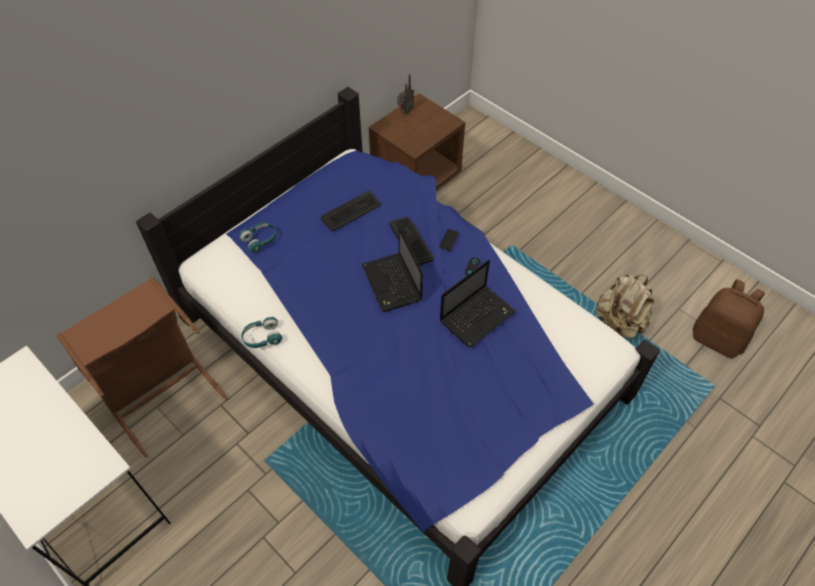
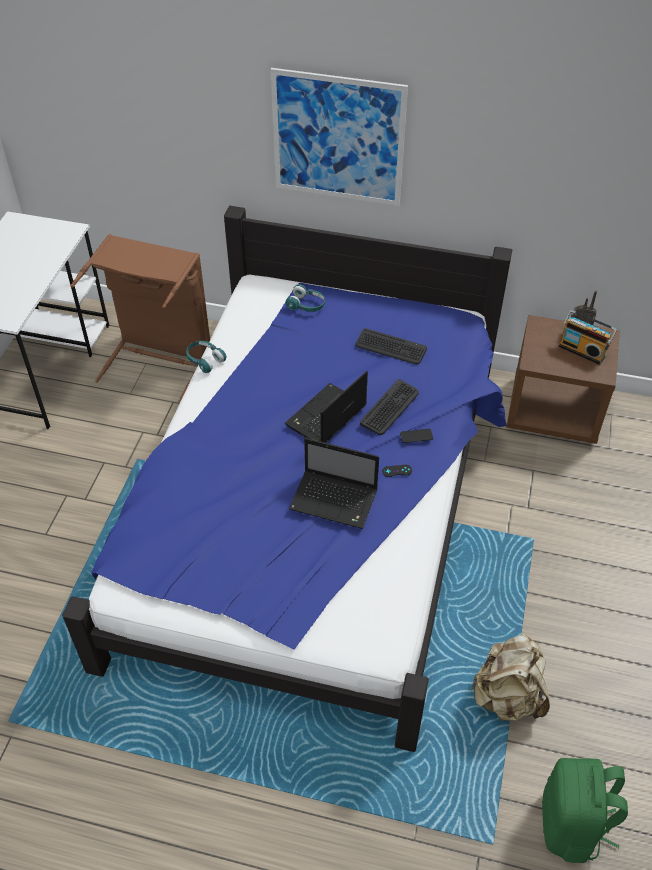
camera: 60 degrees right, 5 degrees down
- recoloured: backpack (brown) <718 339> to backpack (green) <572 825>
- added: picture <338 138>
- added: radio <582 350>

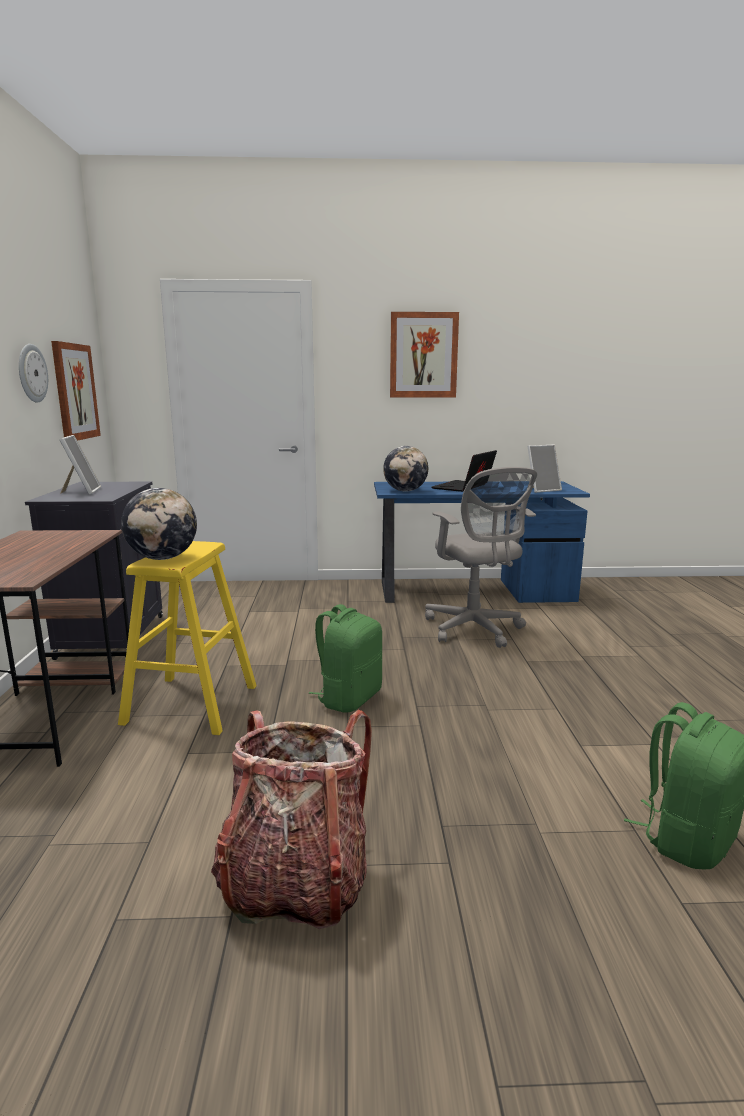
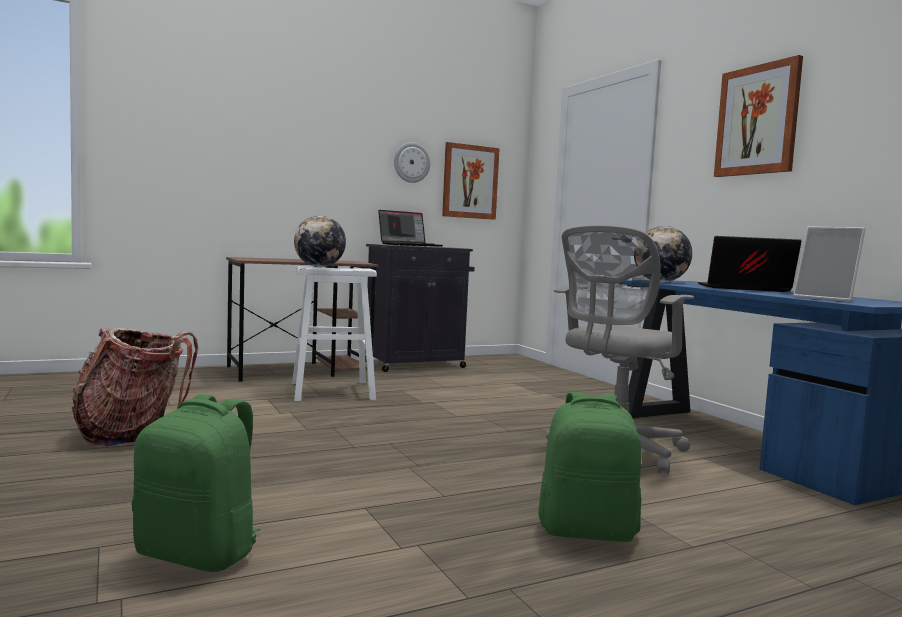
camera: 65 degrees right, 10 degrees down
- replaced: picture frame <81 491> to laptop <410 245>
- recoloured: stool (yellow) <191 704> to stool (white) <332 391>
- moved: backpack (green) <349 698> to <588 531>

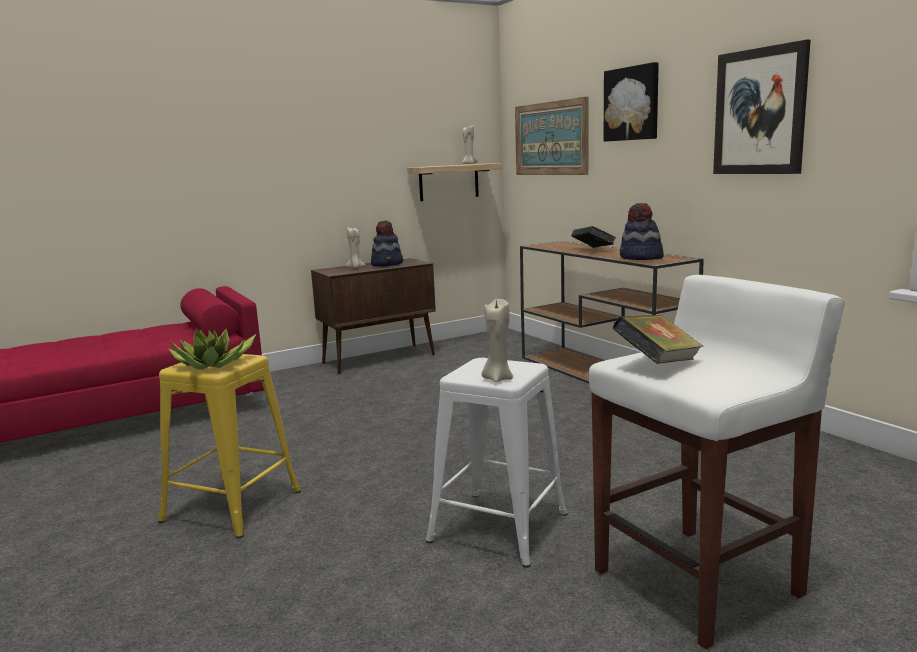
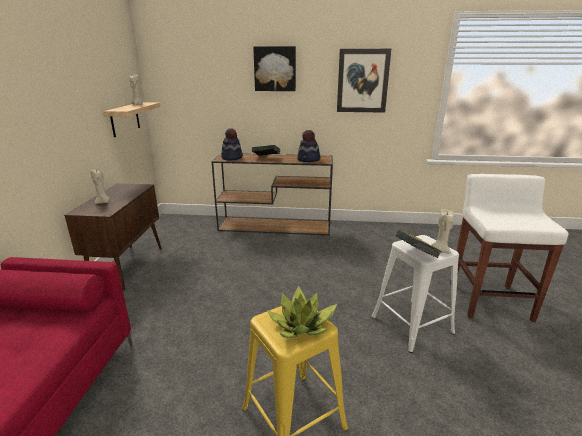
camera: 55 degrees left, 10 degrees up
- moved: hat <387 264> to <232 158>
- removed: picture <550 138>
- moved: book <657 364> to <415 255>

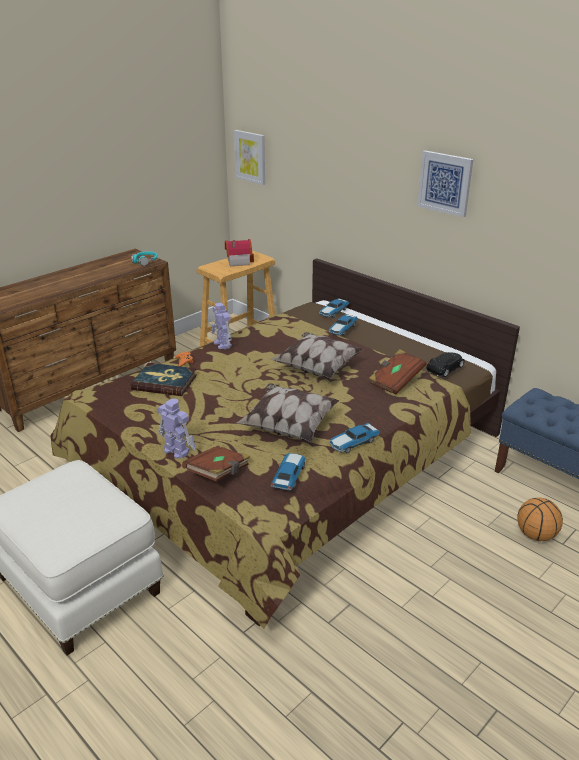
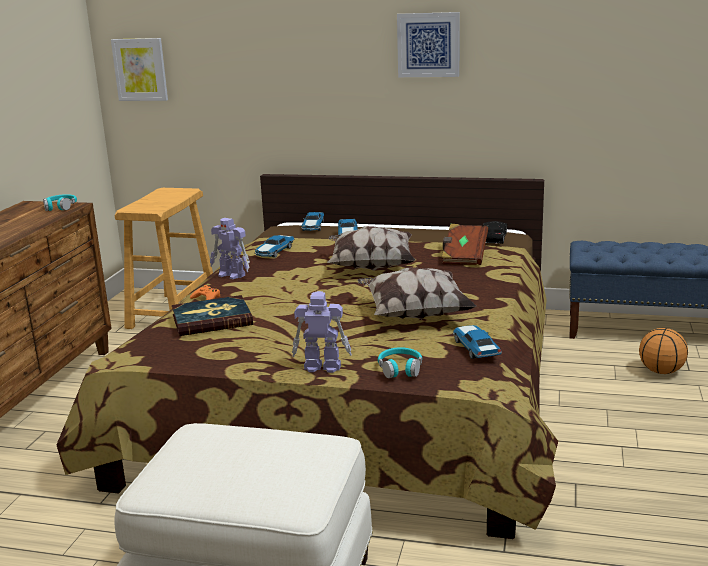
camera: 30 degrees left, 10 degrees down
- replaced: book (brown) <219 473> to headphones (turquoise) <400 369>
- removed: toy house <237 261>
- moved: toy car <353 443> to <274 252>

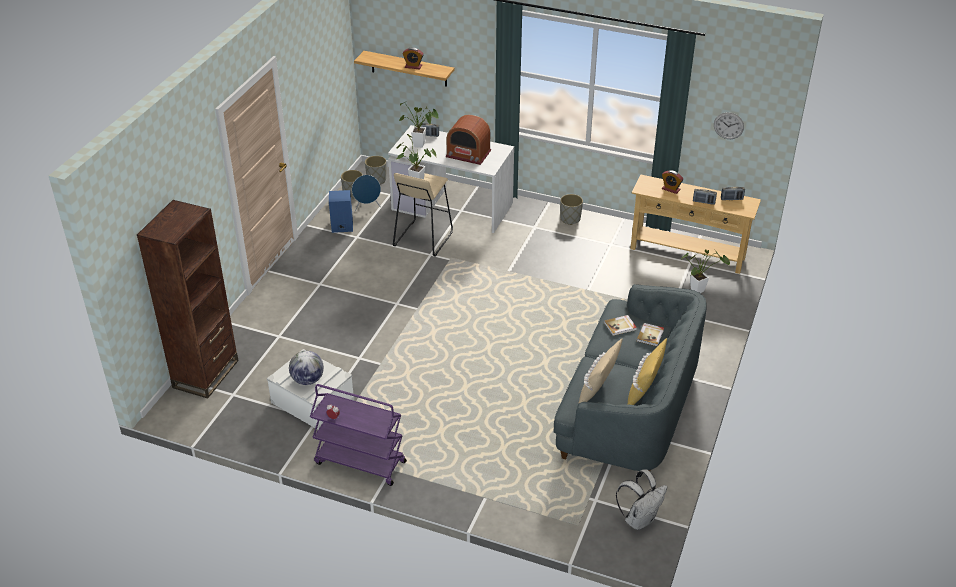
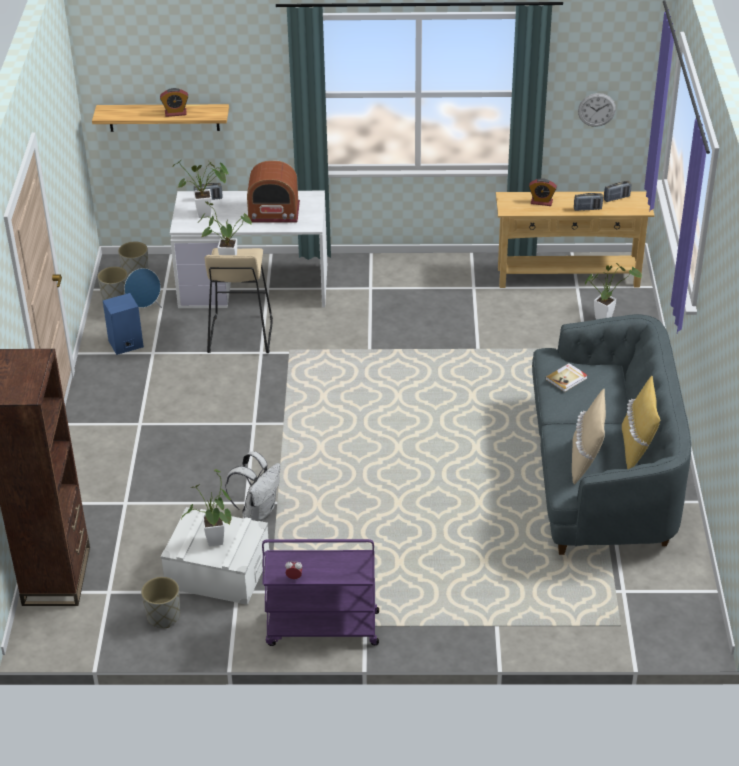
camera: 20 degrees left, 0 degrees up
- replaced: globe <307 380> to potted plant <215 544>
- moved: planter (grey) <570 219> to <163 616>
- moved: backpack (white) <639 519> to <258 511>
- removed: book <650 335>

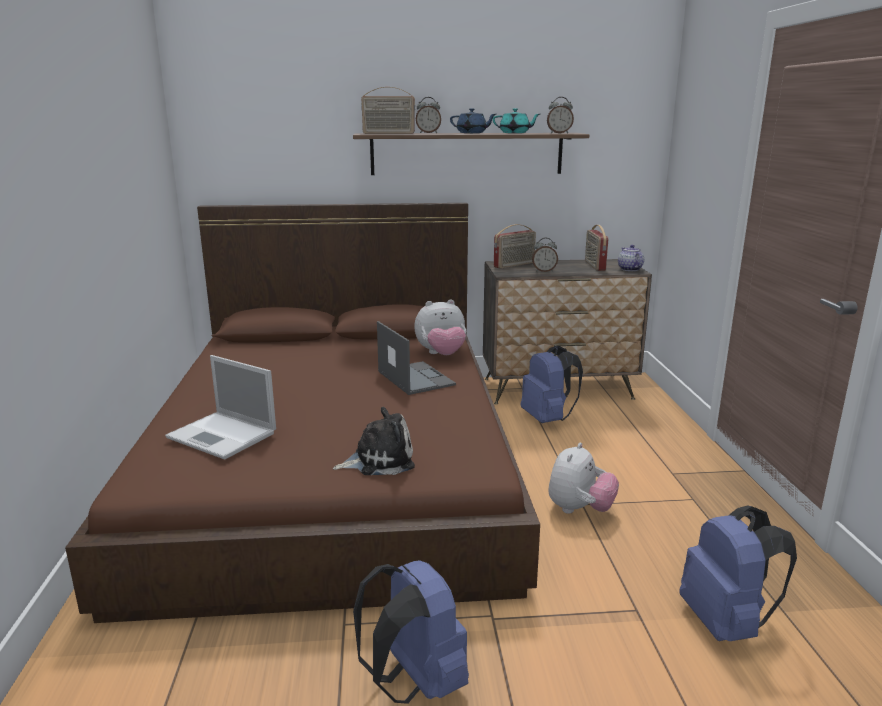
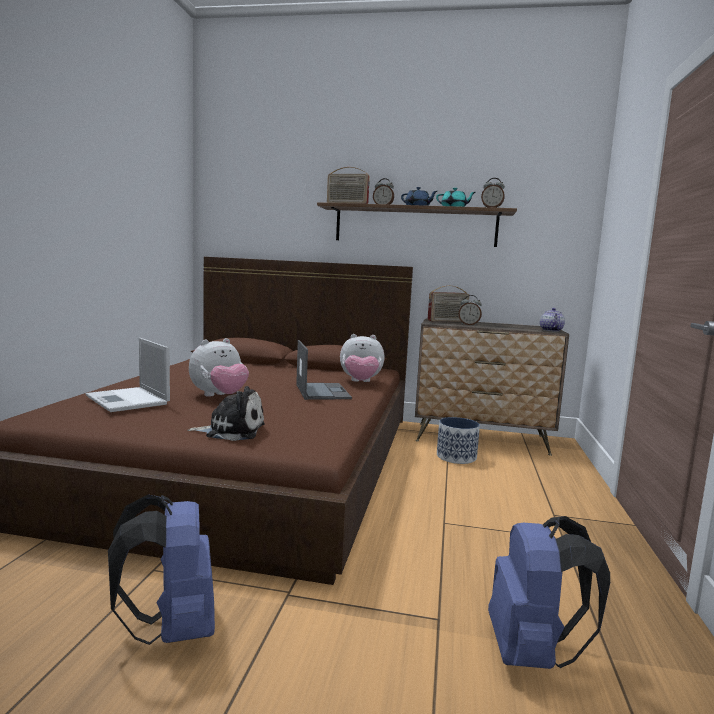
camera: 15 degrees right, 10 degrees down
- replaced: backpack (blue) <548 419> to planter <456 457>
- moved: plush toy <579 510> to <219 396>
- removed: radio <594 266>

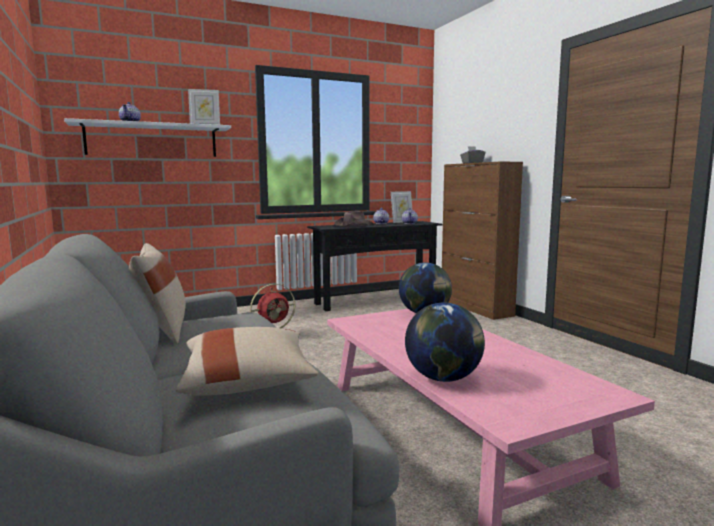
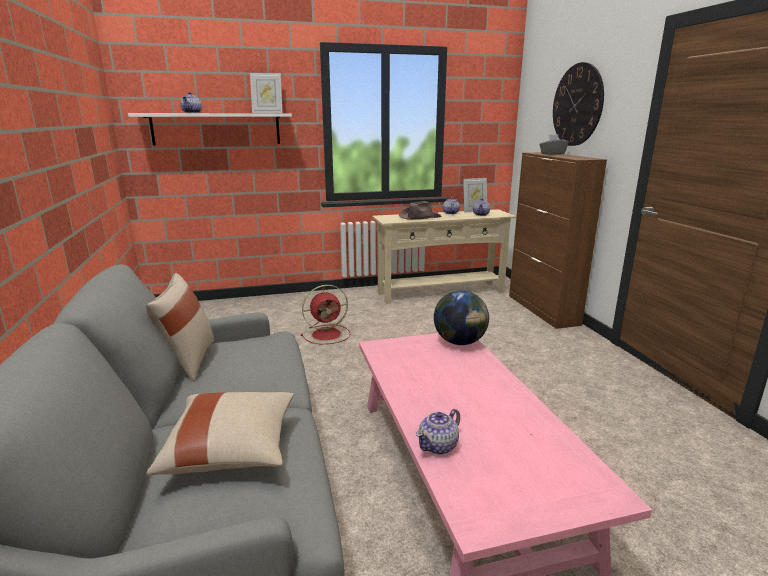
camera: 10 degrees right, 10 degrees up
- recoloured: console table (black) <376 300> to console table (beige) <440 292>
- replaced: globe <443 378> to teapot <438 446>
- added: wall clock <577 105>

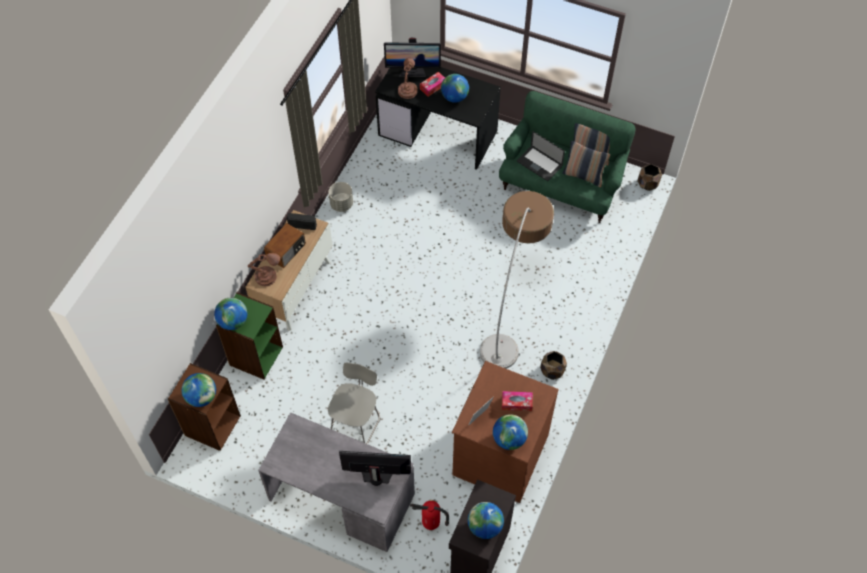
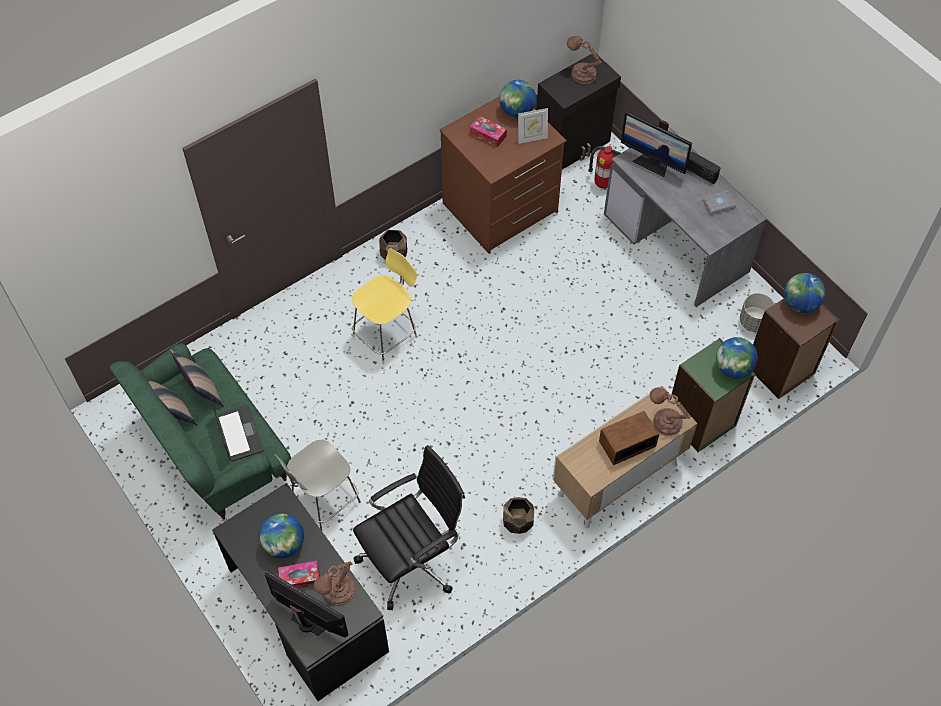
camera: 150 degrees left, 0 degrees up
- moved: radio <302 225> to <701 173>
- moved: stool (grey) <356 427> to <323 501>
- moved: planter (grey) <341 204> to <754 322>
- replaced: globe <484 526> to table lamp (brown) <581 74>
- replaced: floor lamp <511 308> to stool (yellow) <386 335>
- moved: planter (brown) <648 184> to <518 521>
- added: office chair (black) <412 560>
- added: book (grey) <719 203>

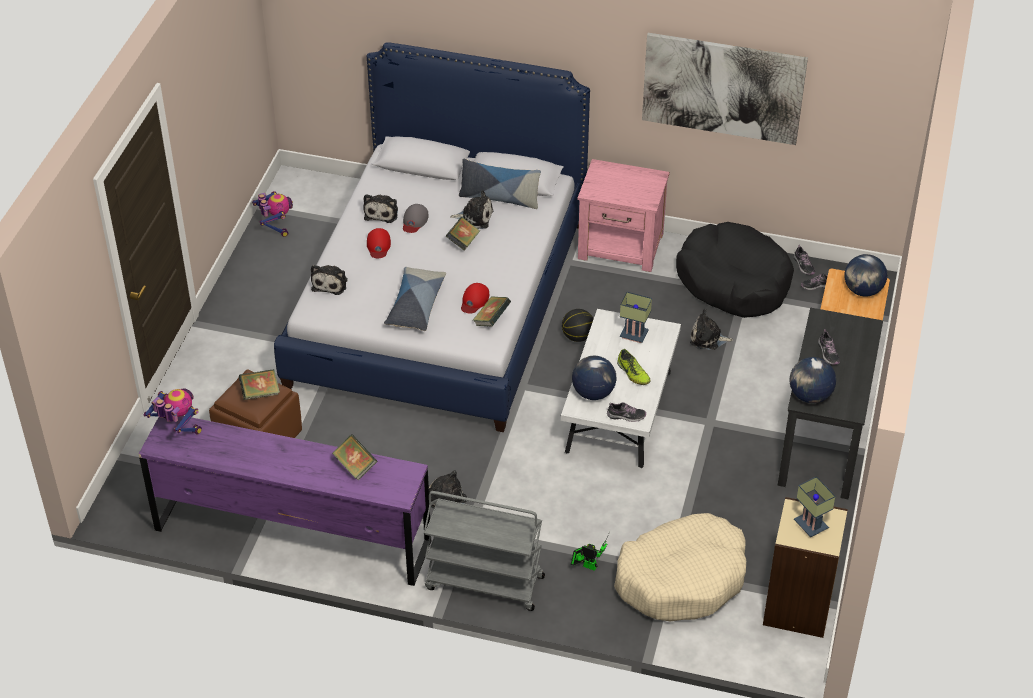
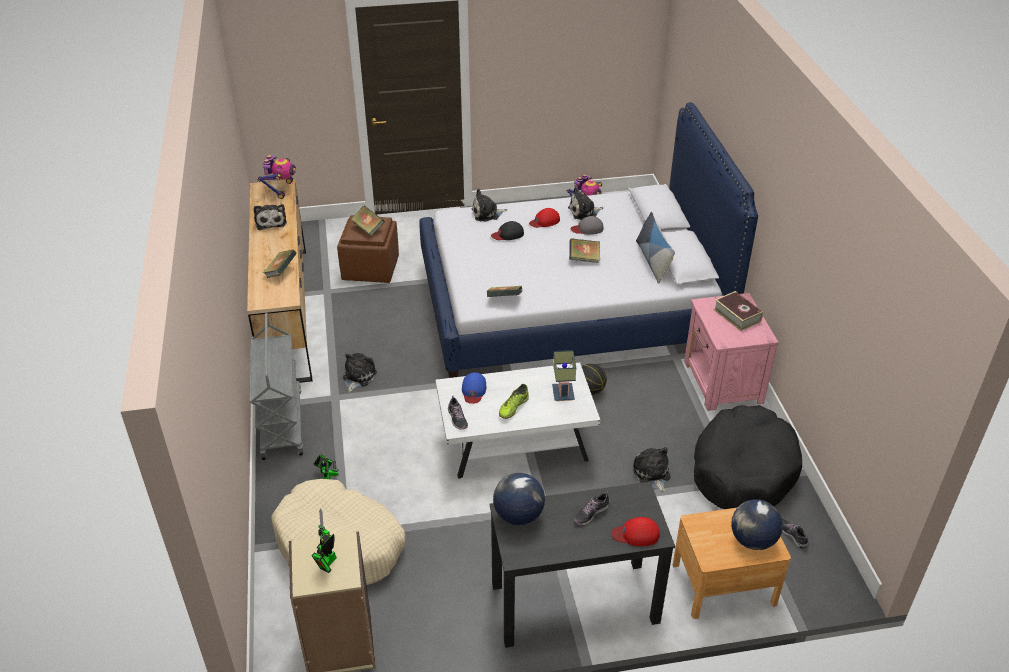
camera: 65 degrees right, 5 degrees down
- recoloured: dresser (purple) <293 535> to dresser (brown) <286 313>
- removed: pillow <415 305>
- moved: plush toy <474 217> to <271 221>
- moved: cap (red) <474 300> to <636 534>
- replaced: globe <593 393> to cap (blue) <473 390>
- removed: picture <723 88>
- removed: shoe <803 265>
- replaced: table lamp <812 526> to toy robot <327 563>
- added: cap (black) <508 234>
- added: book <737 315>

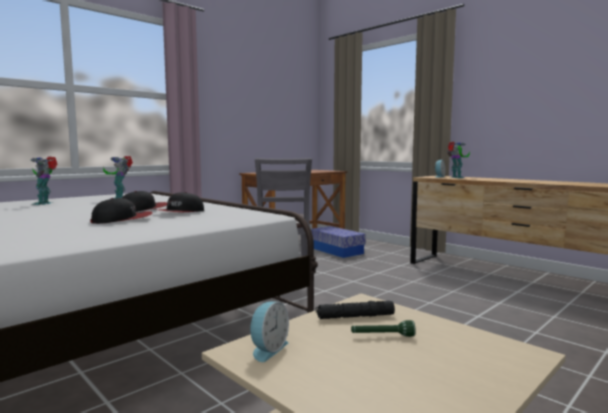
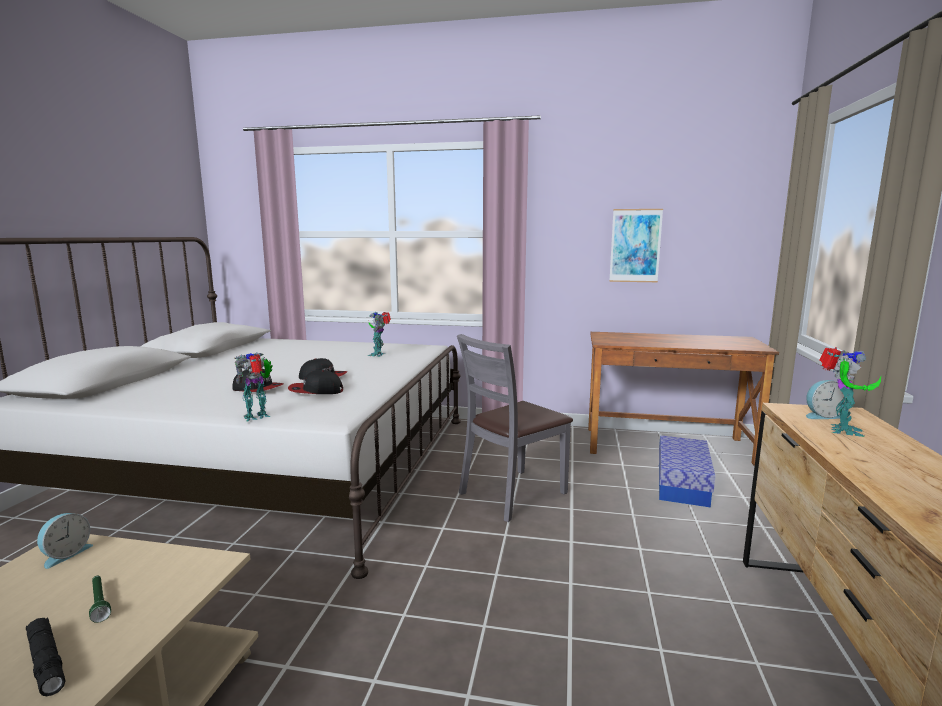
camera: 55 degrees right, 5 degrees up
- moved: toy robot <45 203> to <258 417>
- turned: alarm clock <267 349> = <65 554> 60 degrees counterclockwise
- moved: flashlight (black) <354 316> to <46 662>
- added: picture <635 245>

